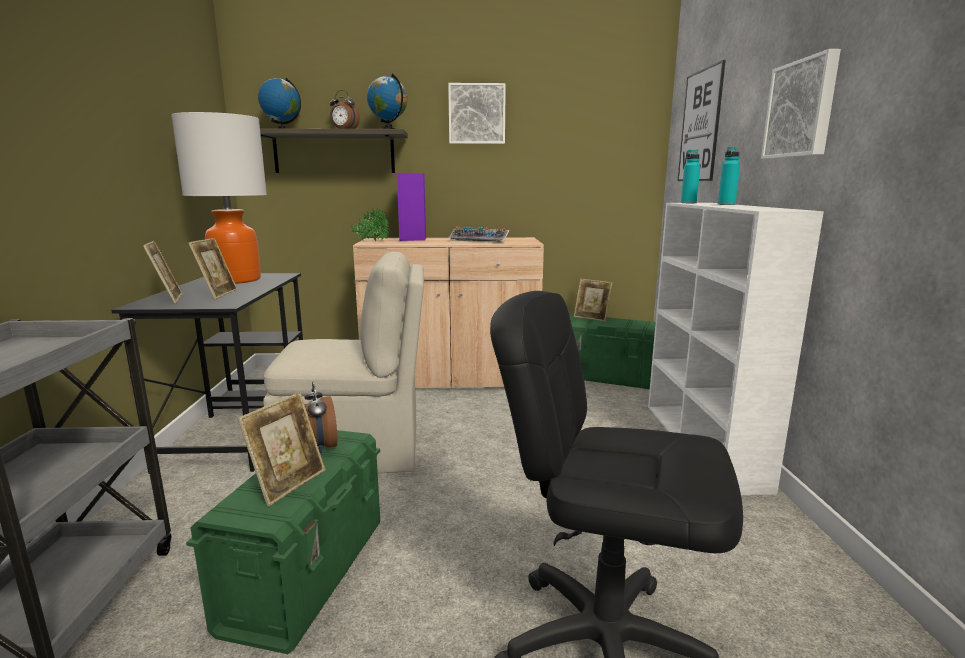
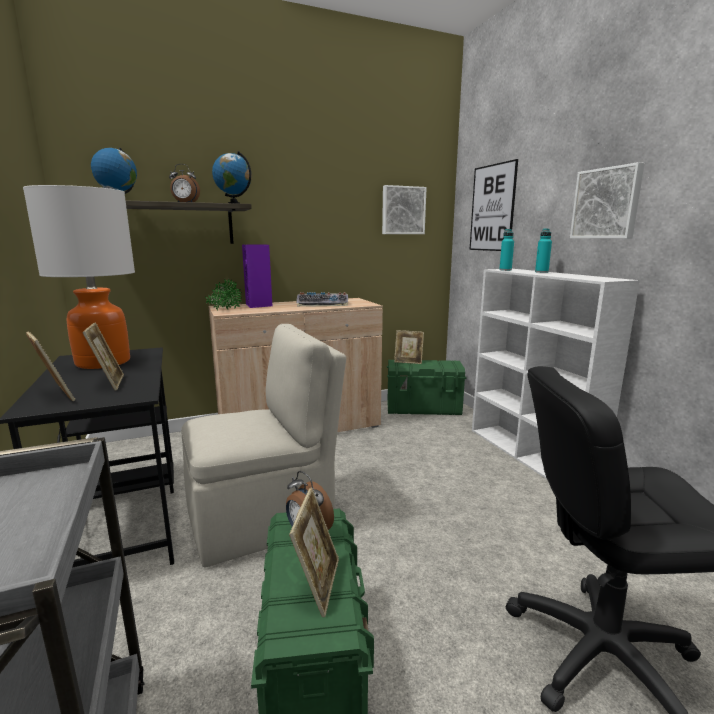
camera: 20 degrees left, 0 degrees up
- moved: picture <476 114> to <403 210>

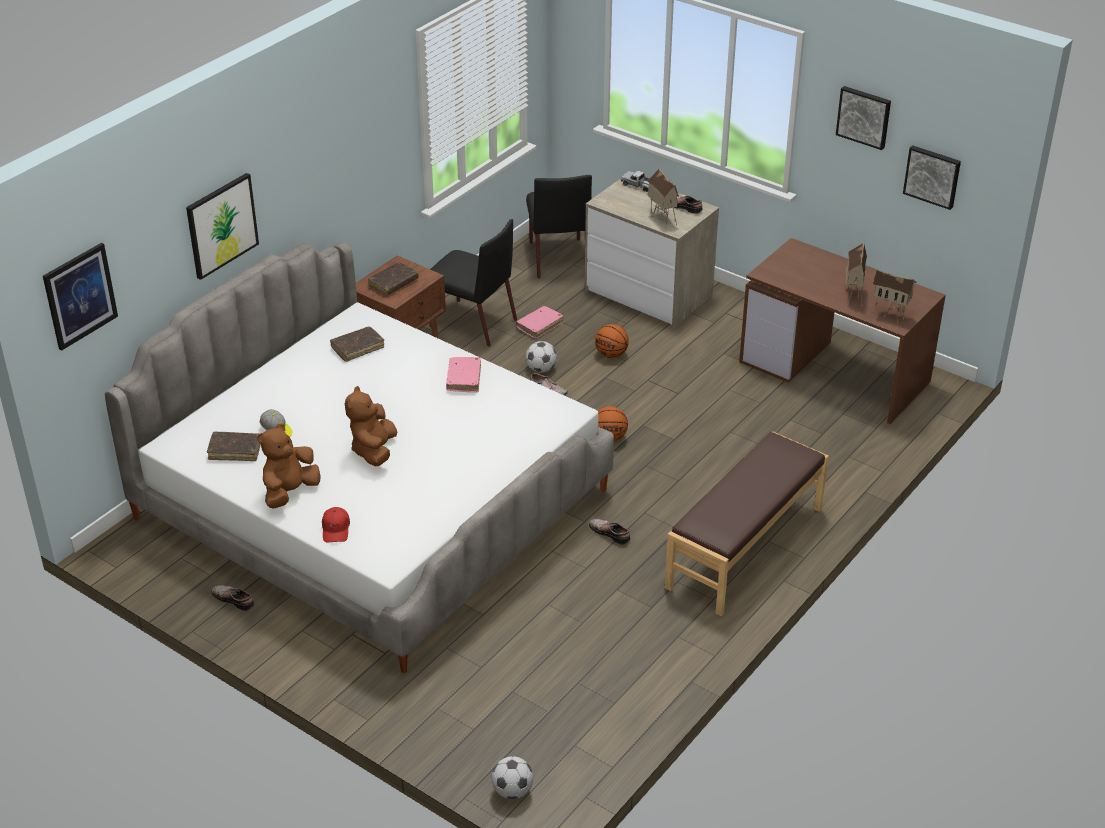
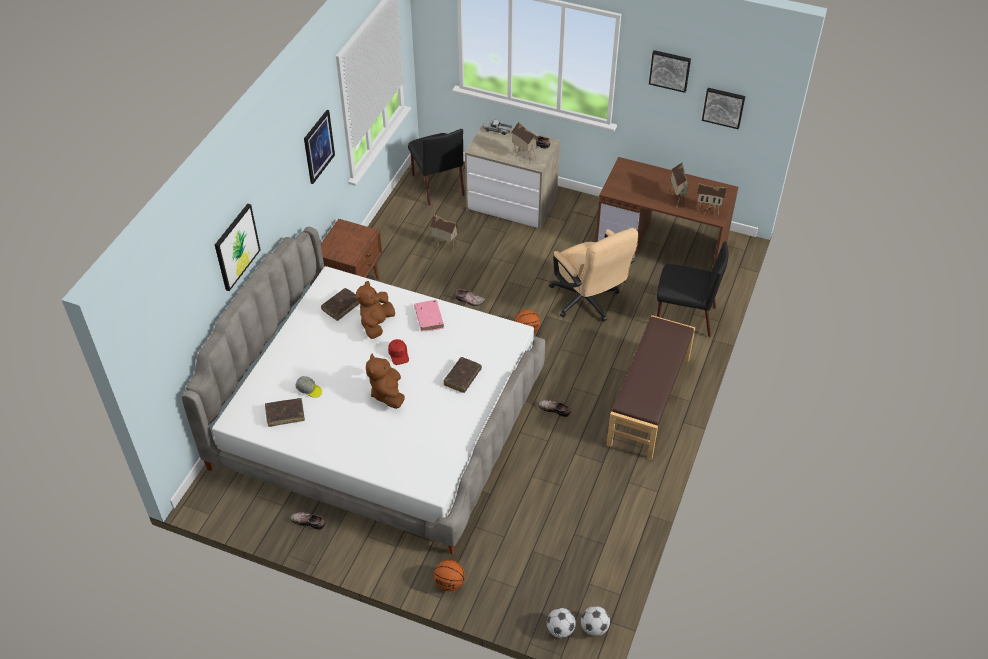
camera: 15 degrees left, 10 degrees up
- moved: picture <80 296> to <318 146>
- moved: plush toy (brown) <289 492> to <376 324>
- moved: cap (red) <336 529> to <398 354>
- moved: book (brown) <393 283> to <462 377>
- moved: chair (black) <471 322> to <684 316>
- replaced: book (pink) <539 326> to toy house <444 246>
- moved: football <541 369> to <594 628>
- moved: basketball <611 354> to <449 583>
- added: office chair (beige) <588 302>

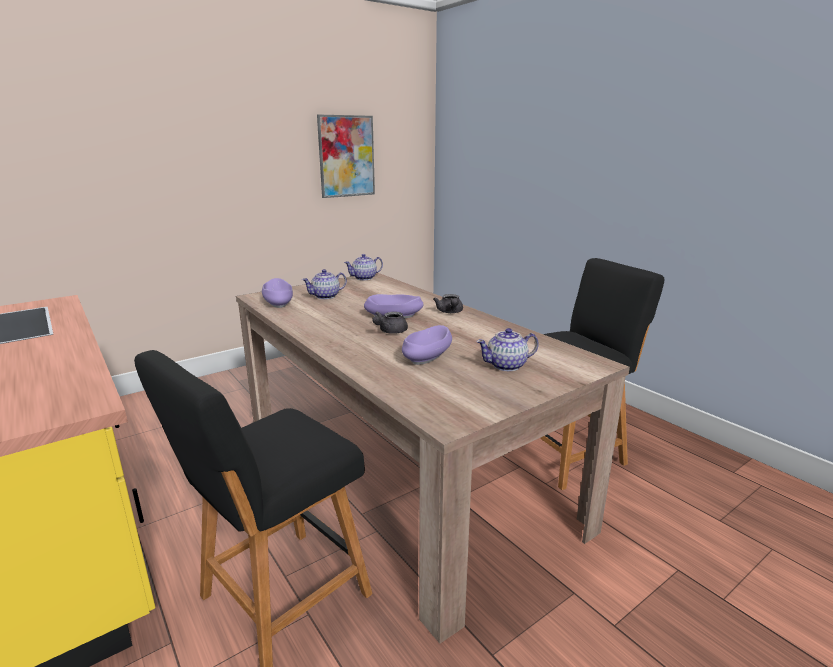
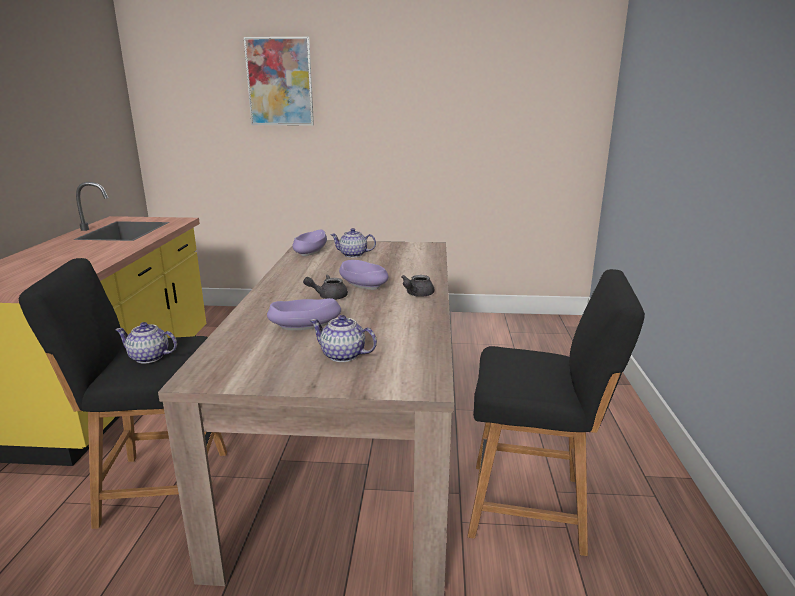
camera: 40 degrees right, 0 degrees up
- moved: picture <346 156> to <280 82>
- moved: teapot <364 278> to <149 357>

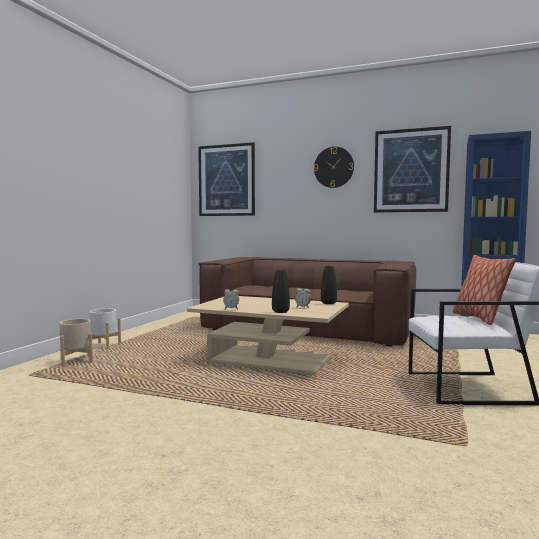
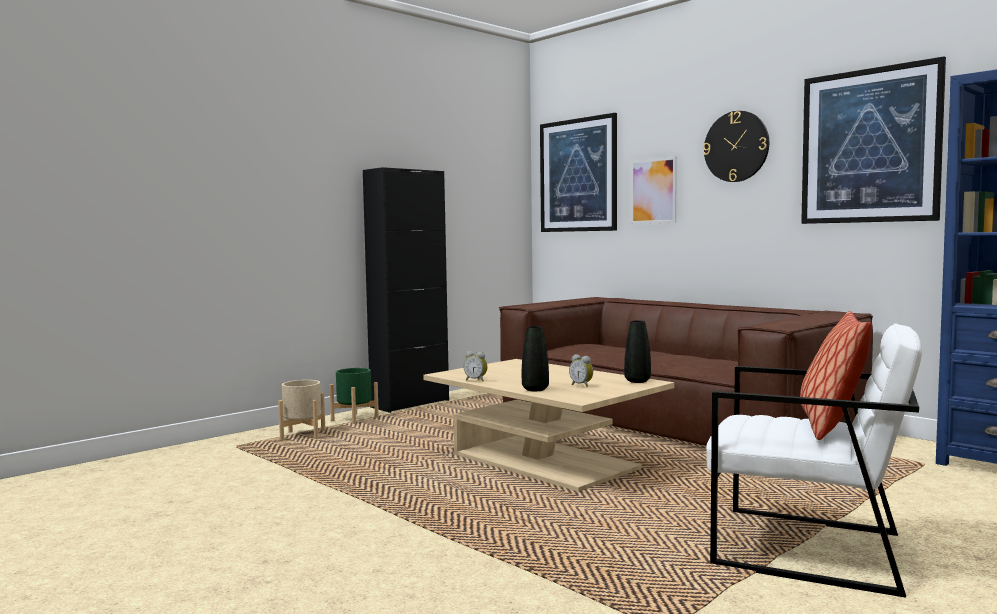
camera: 25 degrees right, 0 degrees up
- recoloured: planter (white) <103 346> to planter (green) <354 419>
- added: cabinet (black) <410 403>
- added: picture <653 191>

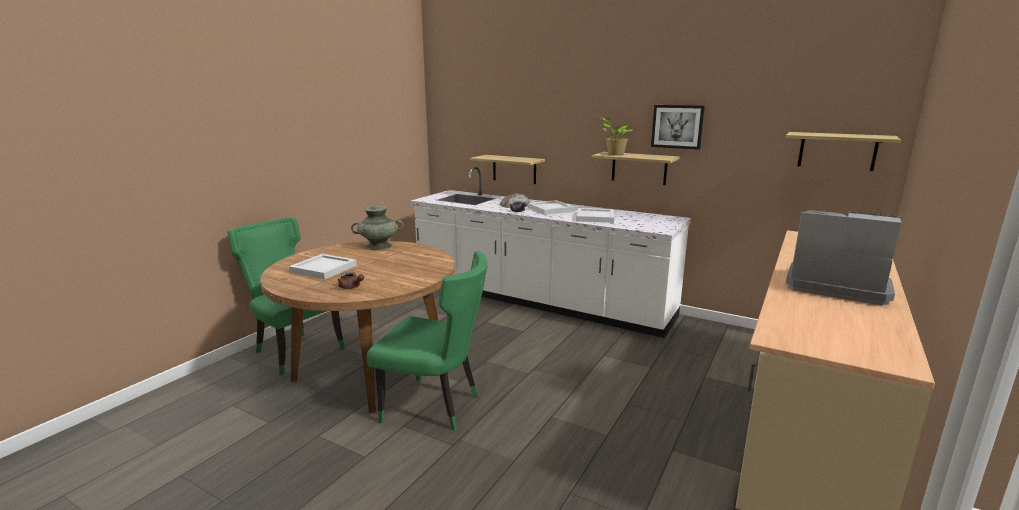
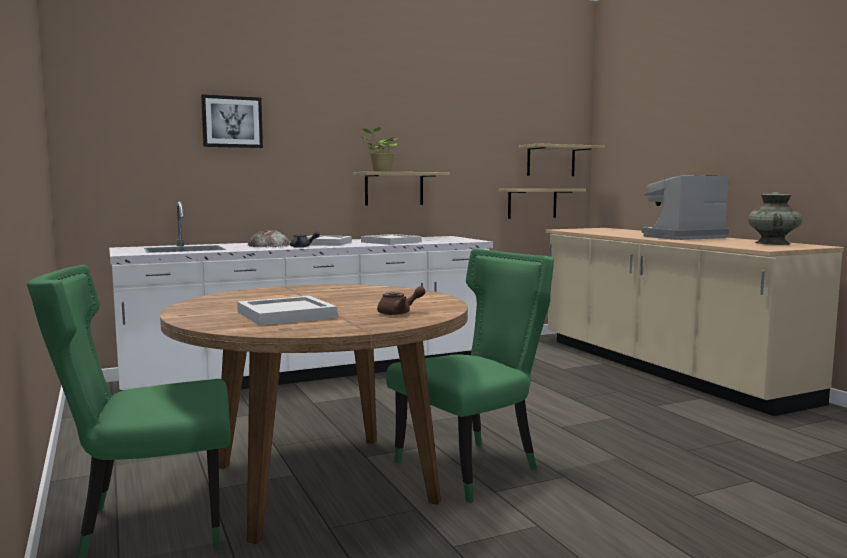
camera: 55 degrees left, 10 degrees down
- moved: vase (turquoise) <379 246> to <772 243>
- moved: shelf <514 169> to <532 203>
- moved: picture <677 126> to <232 122>

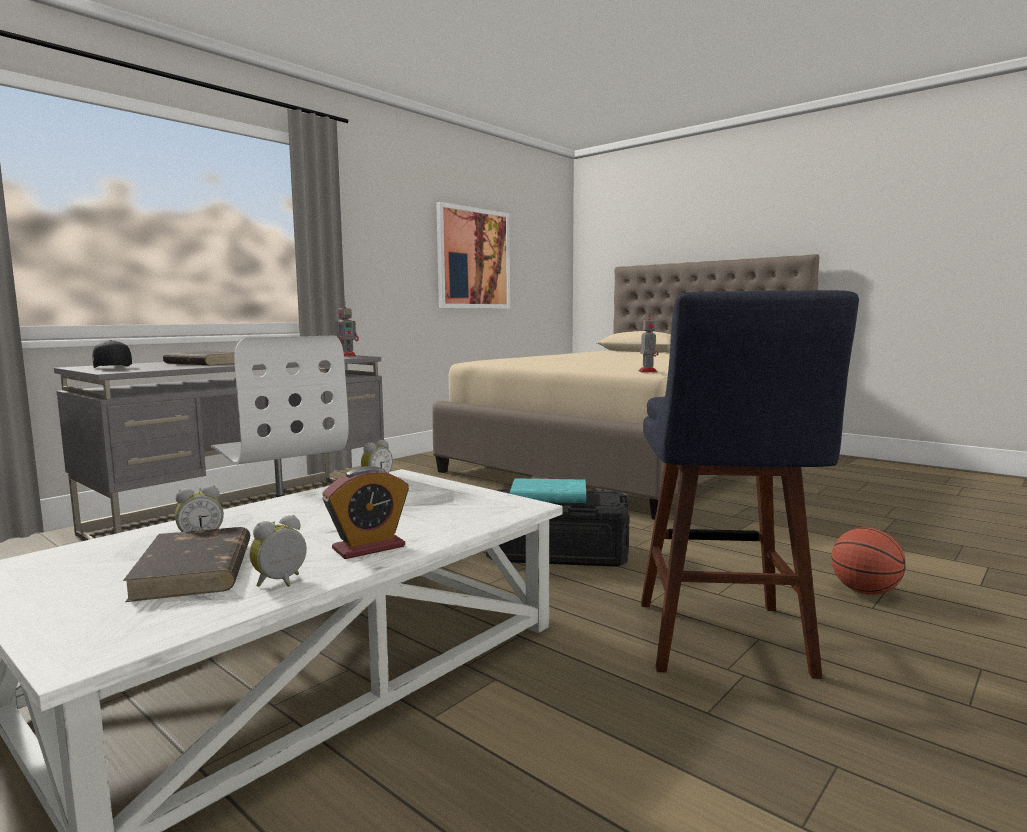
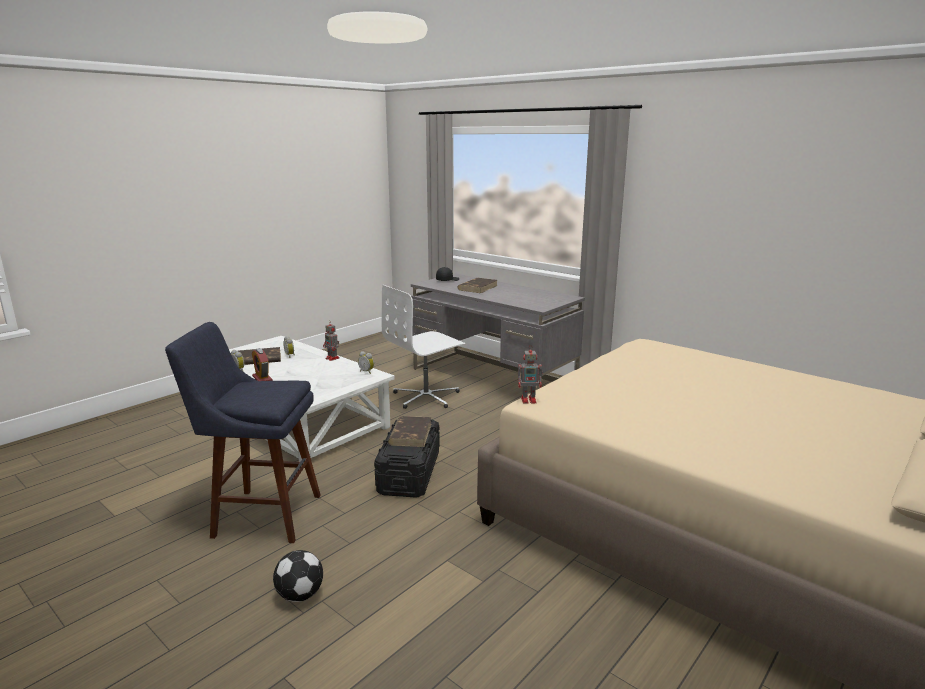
camera: 90 degrees right, 10 degrees up
- moved: toy robot <347 356> to <333 358>
- removed: picture <473 258>
- recoloured: book (turquoise) <548 496> to book (brown) <410 434>
- replaced: basketball <865 591> to football <299 595>

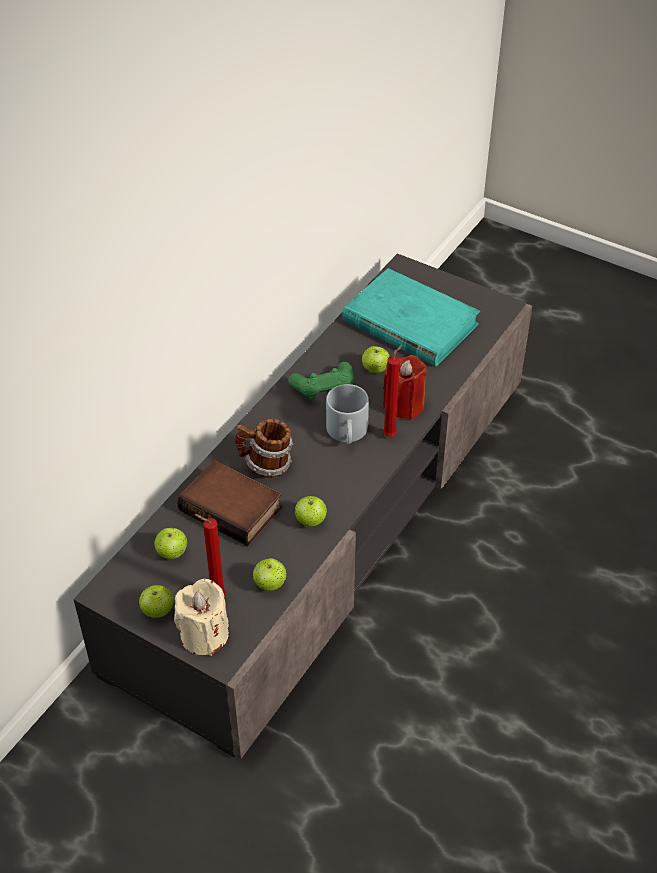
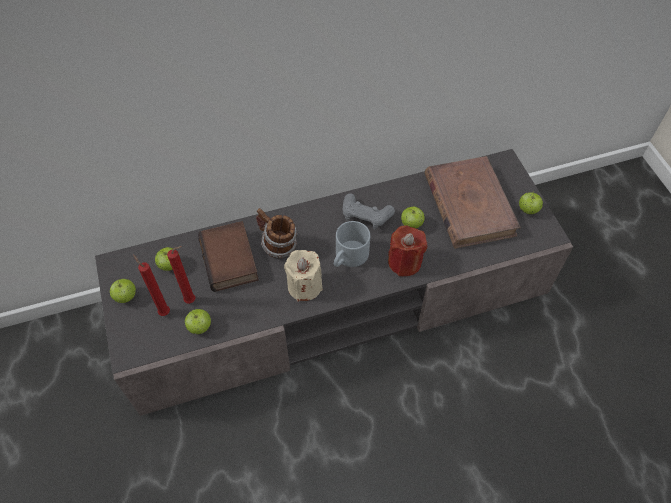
camera: 40 degrees right, 10 degrees up
- moved: candle (beige) <204 635> to <304 286>
- recoloured: game controller (green) <324 388> to game controller (grey) <365 216>
- moved: apple <310 521> to <527 210>
- recoloured: book (turquoise) <409 322> to book (brown) <469 204>
- moved: candle (red) <391 434> to <192 300>

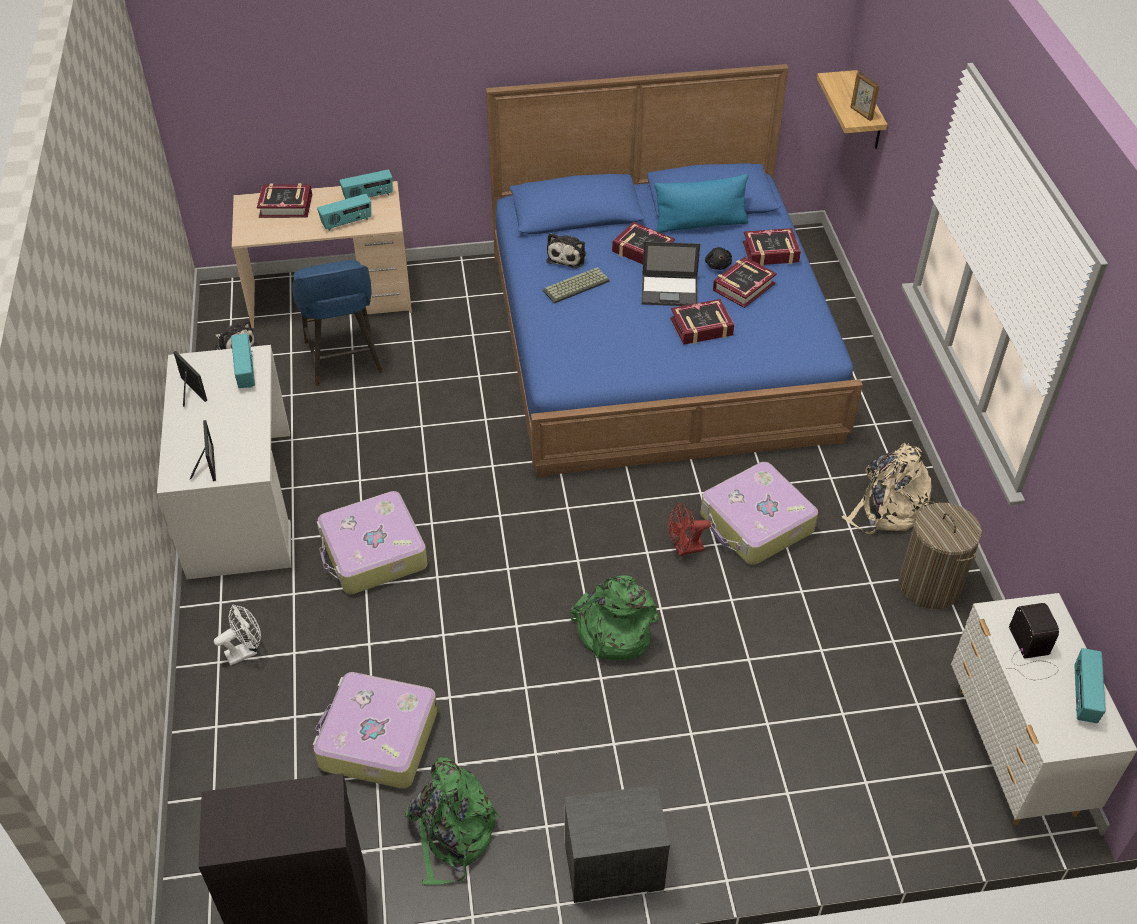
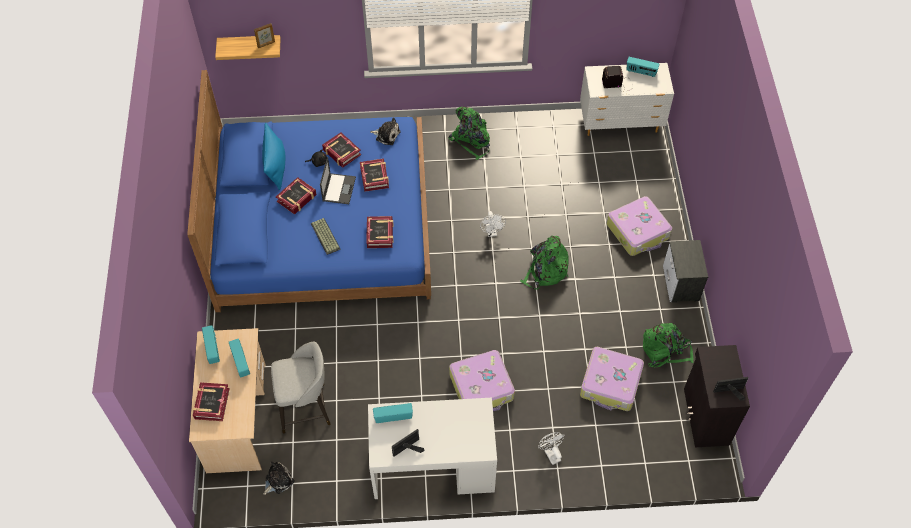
camera: 85 degrees left, 10 degrees up
- moved: picture frame <207 463> to <728 392>
- recoloured: stool (blue) <343 359> to stool (grey) <306 407>
- moved: plush toy <567 256> to <386 135>
- recoloured: fan (red) <684 549> to fan (white) <492 232>
- moved: suitcase <756 524> to <638 231>
- moved: book <770 252> to <380 234>
- recoloured: backpack (beige) <887 508> to backpack (green) <471 140>
- removed: laundry basket <929 585>

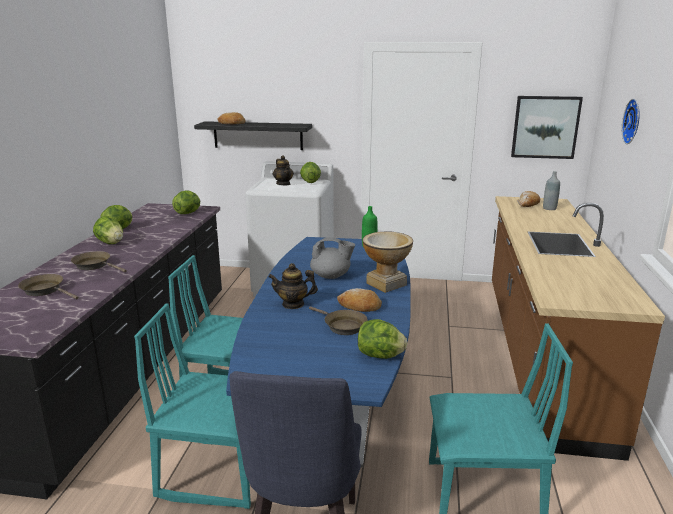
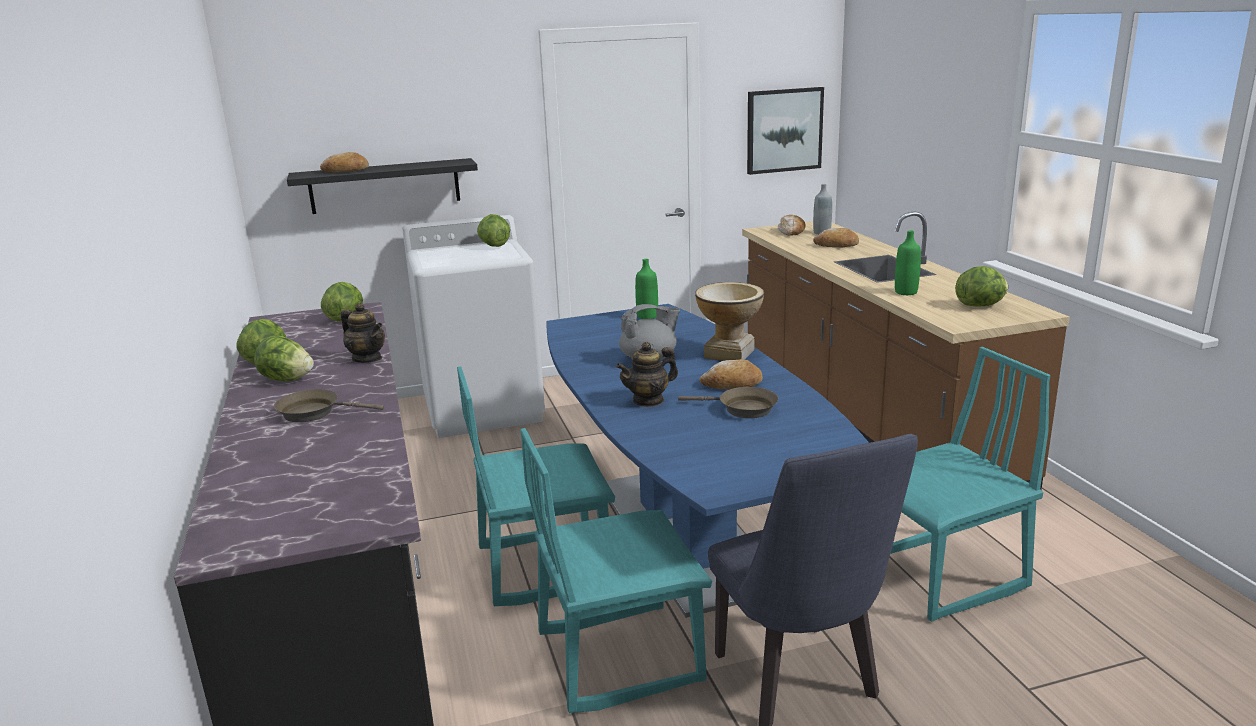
camera: 25 degrees left, 0 degrees up
- removed: frying pan (brown) <45 290>
- moved: teapot <283 184> to <367 358>
- moved: lettuce <380 356> to <981 305>
- removed: wall clock <634 121>
- added: bread <836 245>
- added: bottle (green) <906 292>

